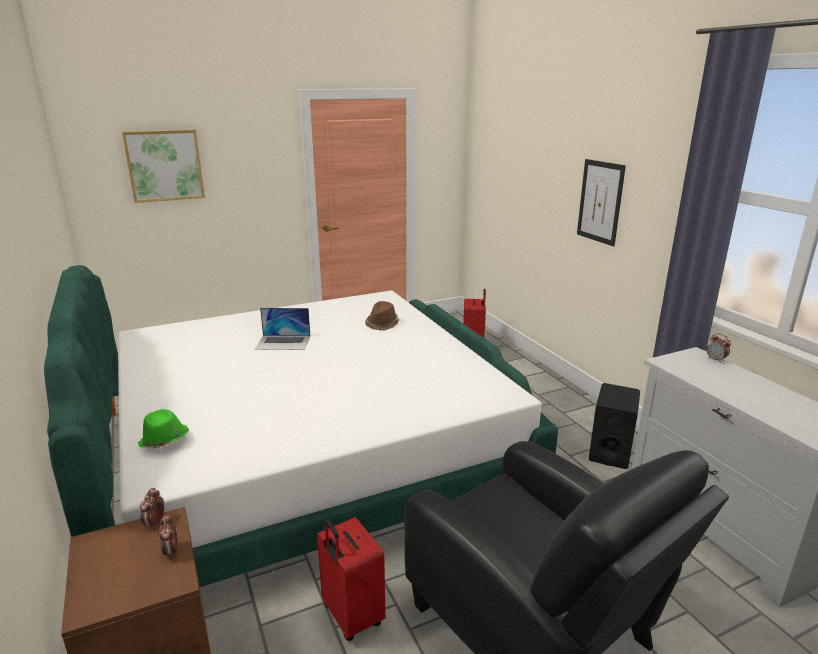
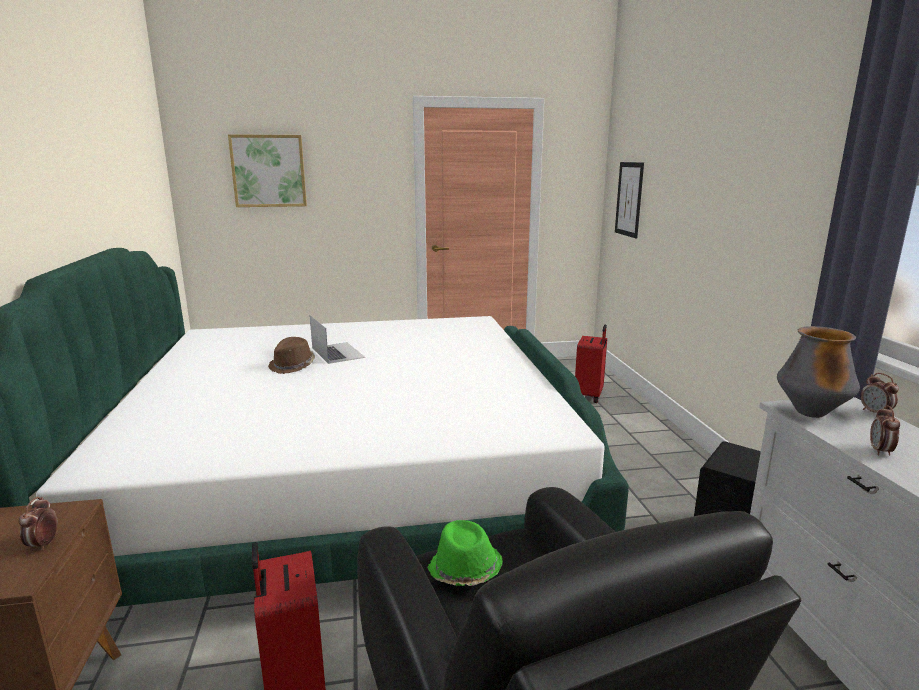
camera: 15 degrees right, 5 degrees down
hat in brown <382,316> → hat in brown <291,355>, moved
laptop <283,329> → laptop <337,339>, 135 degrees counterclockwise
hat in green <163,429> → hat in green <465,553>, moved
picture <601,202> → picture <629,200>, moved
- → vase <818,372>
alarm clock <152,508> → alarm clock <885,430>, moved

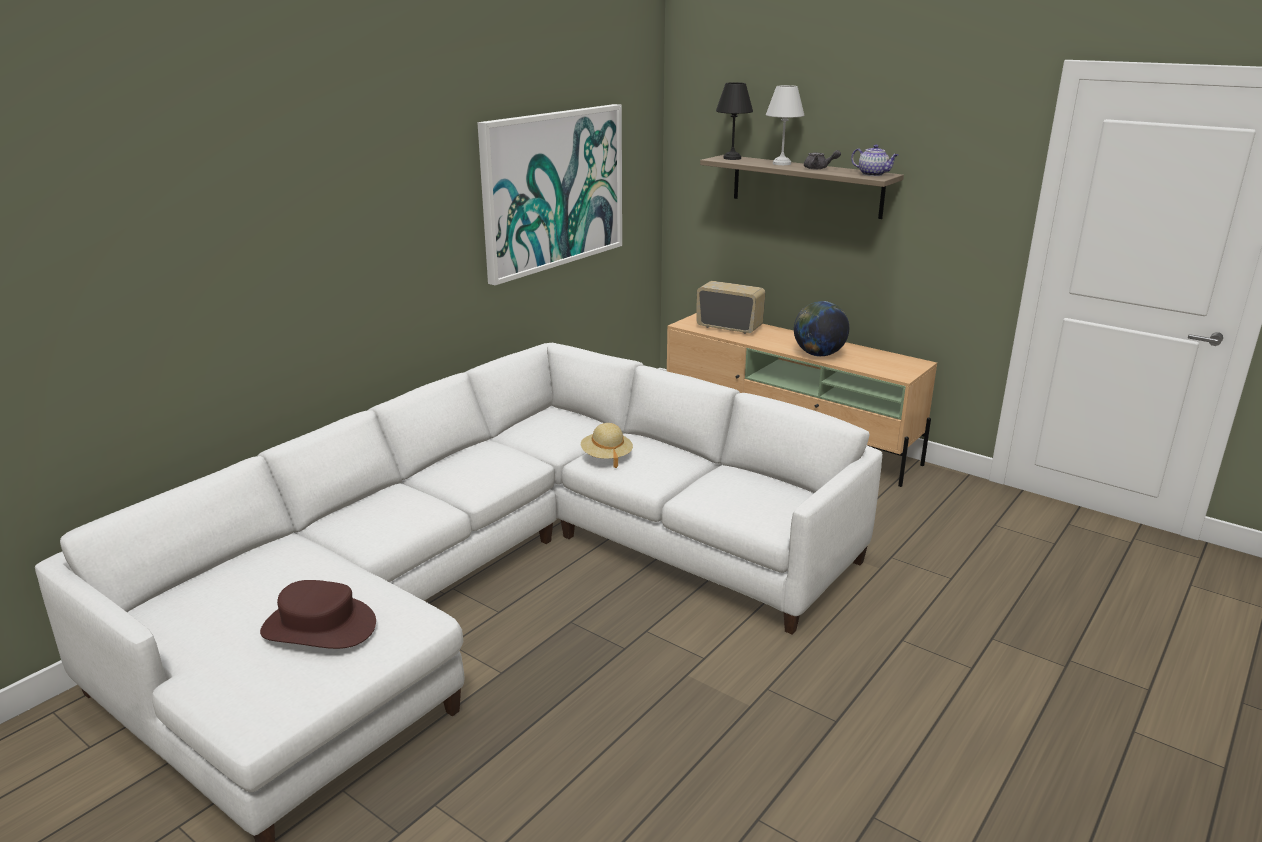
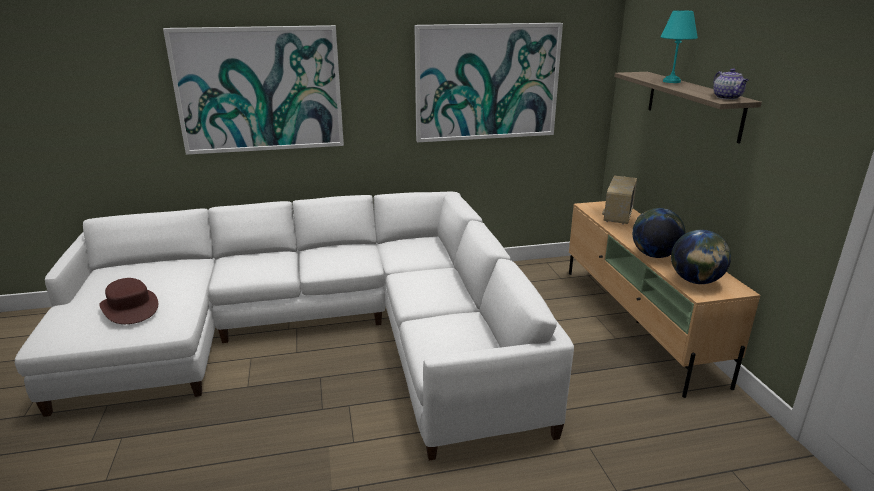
camera: 40 degrees right, 0 degrees up
- → picture <253,90>
radio <731,307> → radio <619,200>, 135 degrees counterclockwise
table lamp in white <785,125> → table lamp in turquoise <679,46>
- → globe <701,257>
hat in beige <607,445> → -
table lamp in black <734,121> → -
teapot in grey <822,159> → -

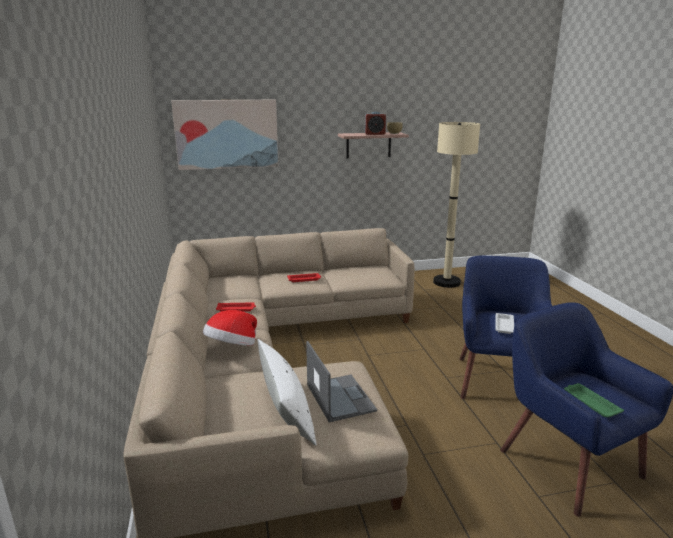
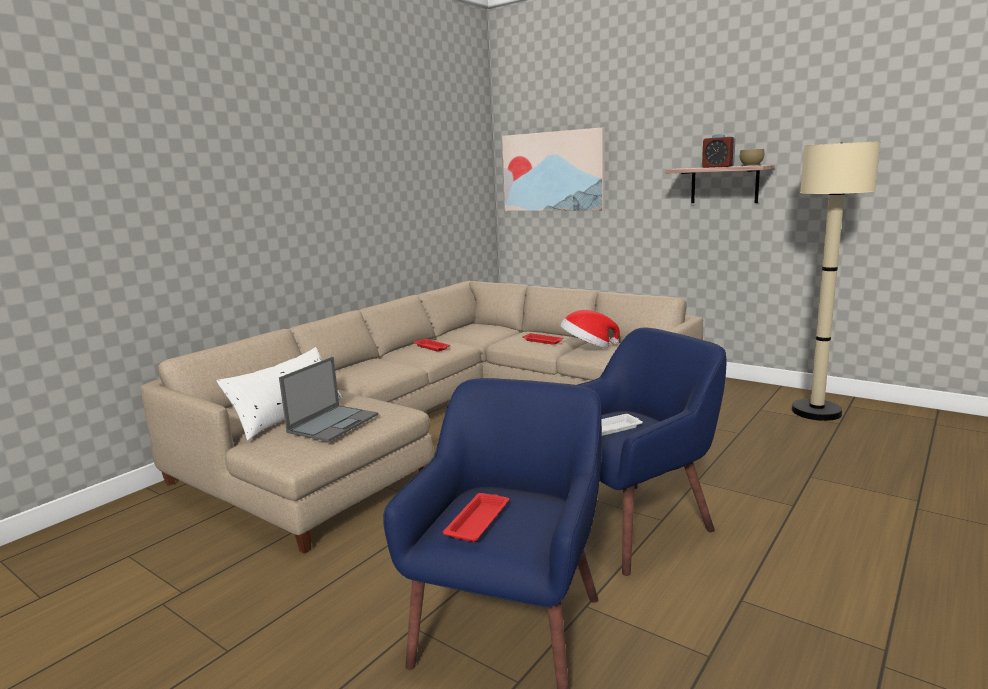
camera: 50 degrees right, 5 degrees down
tray in green <594,400> → tray in red <476,517>
hat <230,328> → hat <590,329>, moved

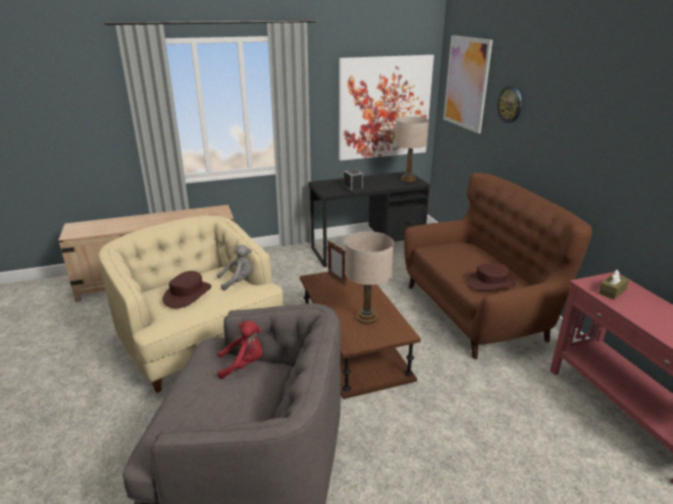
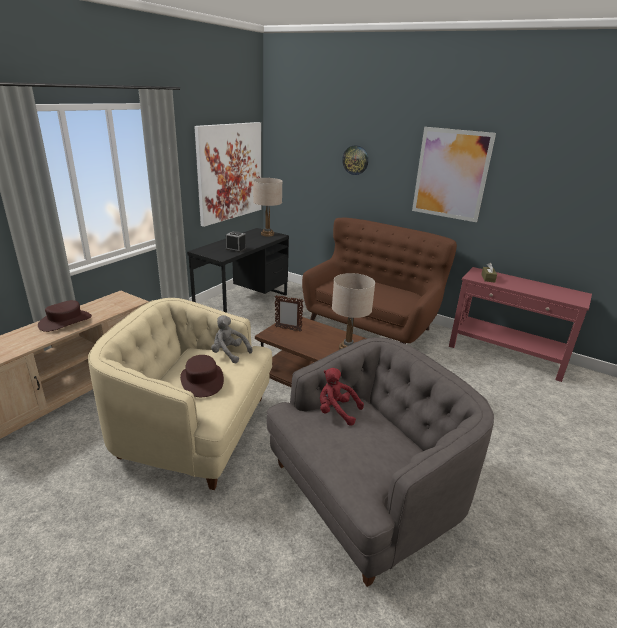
camera: 40 degrees left, 0 degrees up
hat in brown <491,277> → hat in brown <65,316>, moved
plush toy in grey <235,267> → plush toy in grey <232,339>, 90 degrees counterclockwise
plush toy in red <240,350> → plush toy in red <342,397>, 105 degrees counterclockwise
picture <468,84> → picture <454,174>, moved

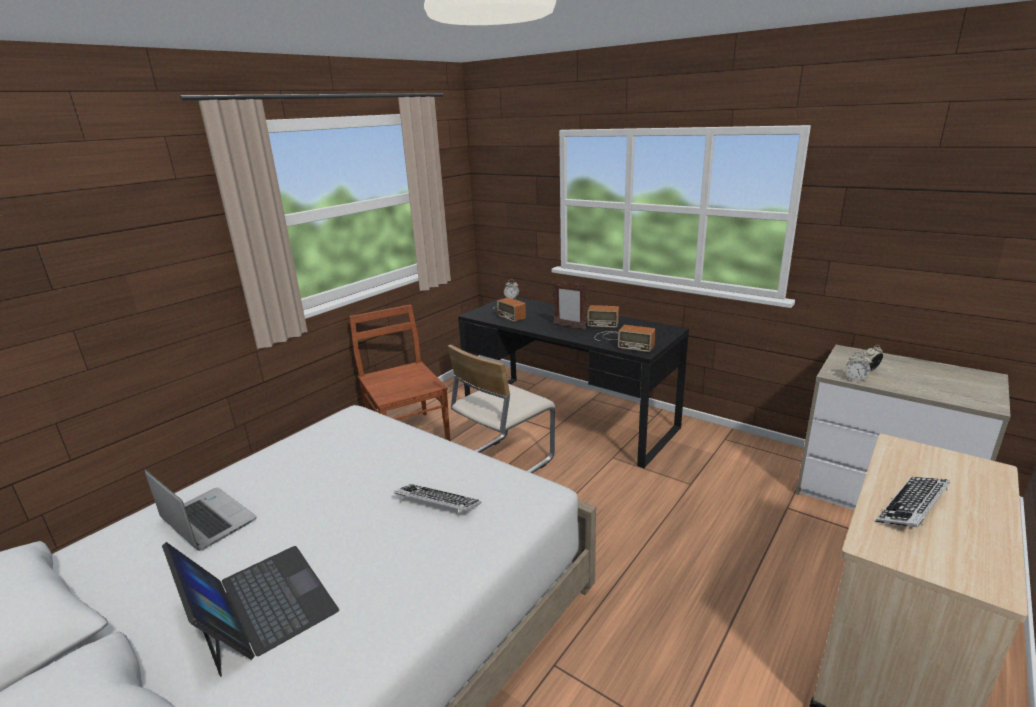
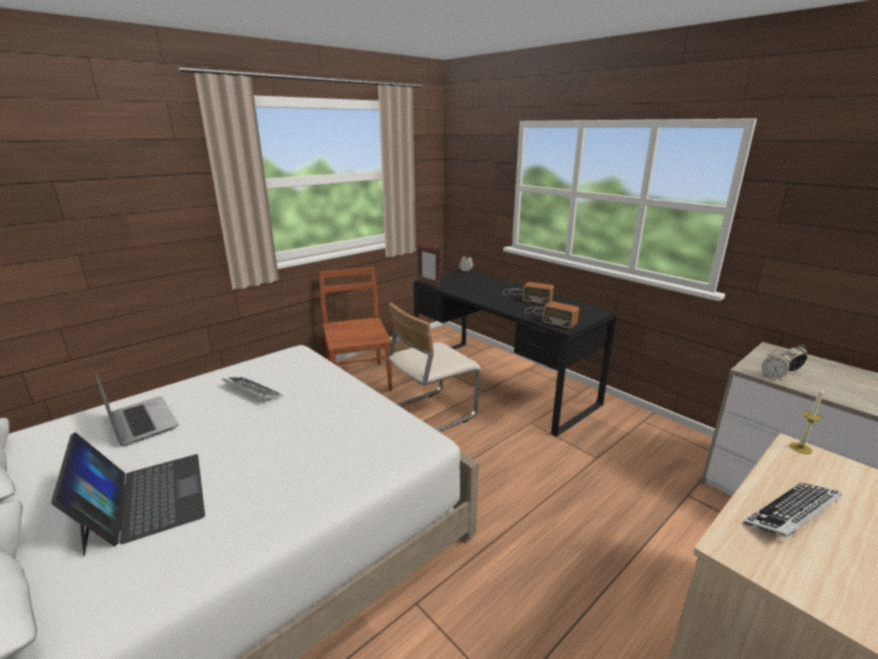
camera: 10 degrees right, 0 degrees up
keyboard <437,498> → keyboard <252,388>, moved
picture frame <569,305> → picture frame <429,265>, moved
- → candle <807,421>
radio <509,309> → -

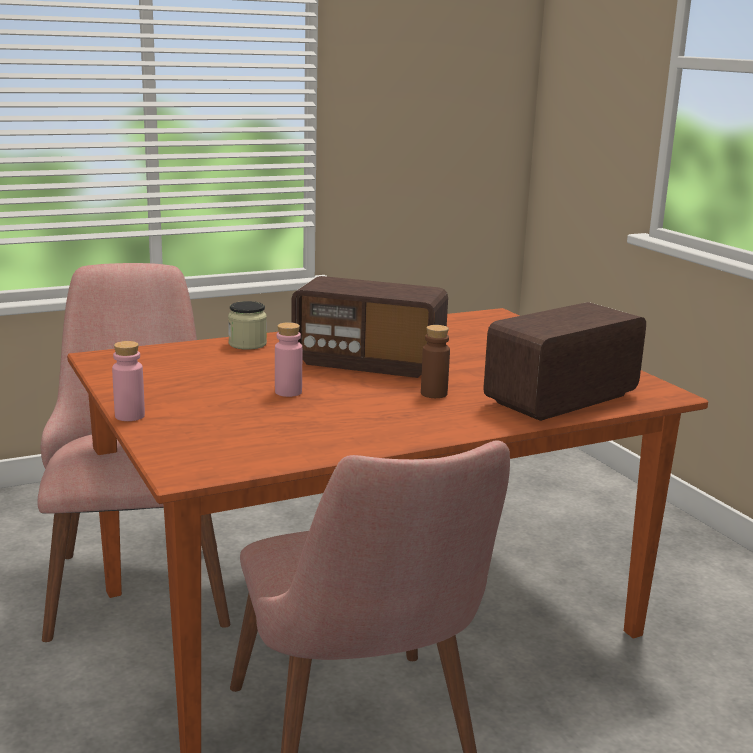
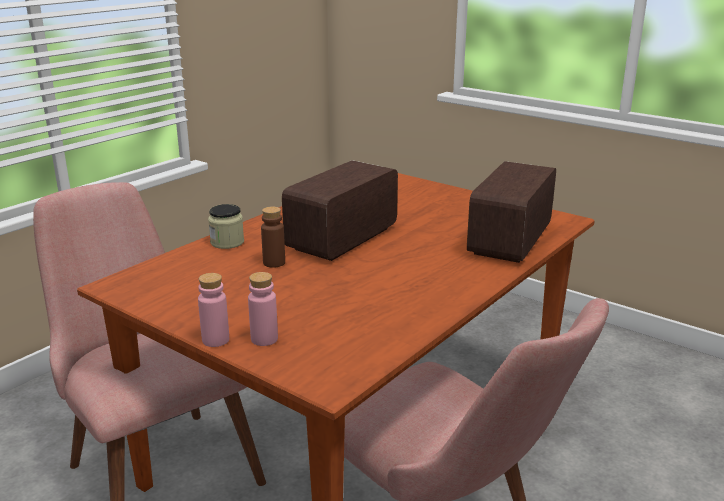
camera: 25 degrees left, 5 degrees up
bottle in pink <288,359> → bottle in pink <263,309>, moved
bottle in brown <435,361> → bottle in brown <273,237>, moved
radio <369,327> → radio <340,211>, 135 degrees clockwise

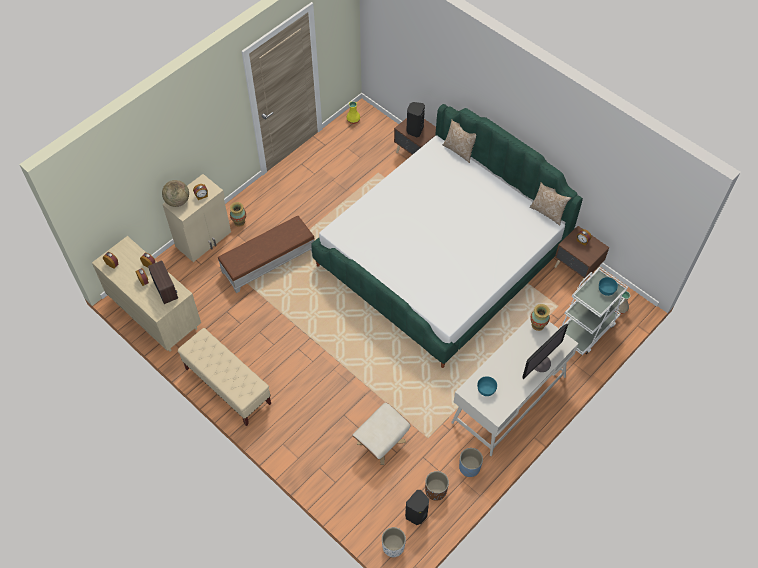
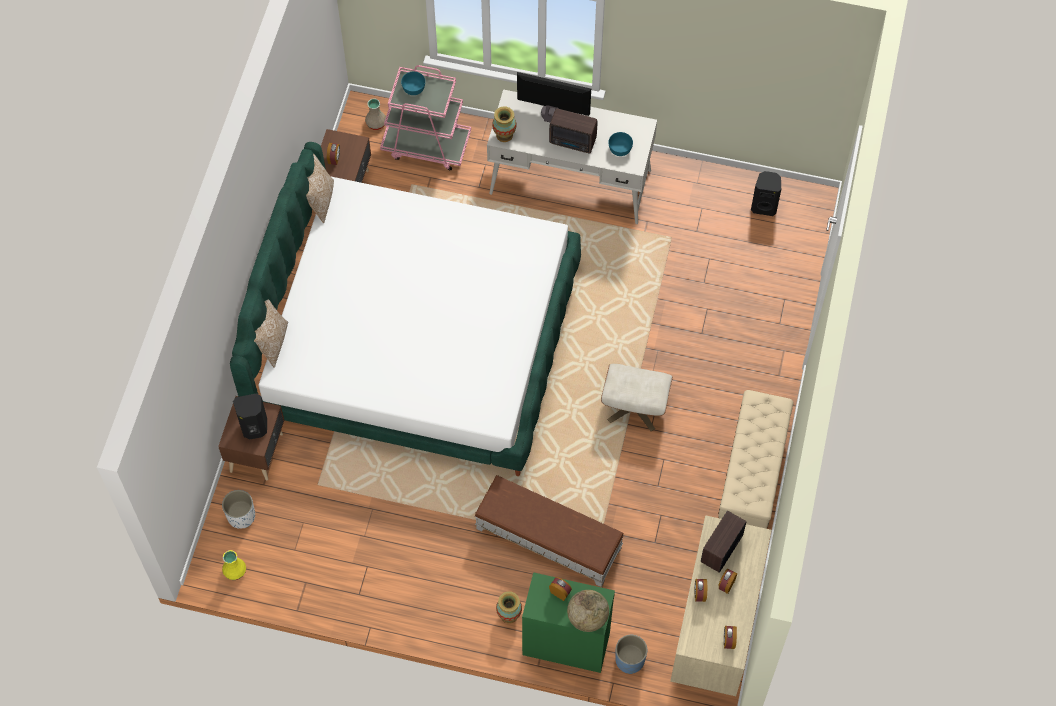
camera: 120 degrees left, 5 degrees up
planter in white <394,542> → planter in white <238,509>, moved
cart in white <593,311> → cart in pink <425,117>
cabinet in beige <196,218> → cabinet in green <568,622>
- → radio <573,131>
ottoman in beige <382,434> → ottoman in beige <637,397>, moved
planter in blue <471,462> → planter in blue <631,654>, moved
planter in brown <437,486> → -

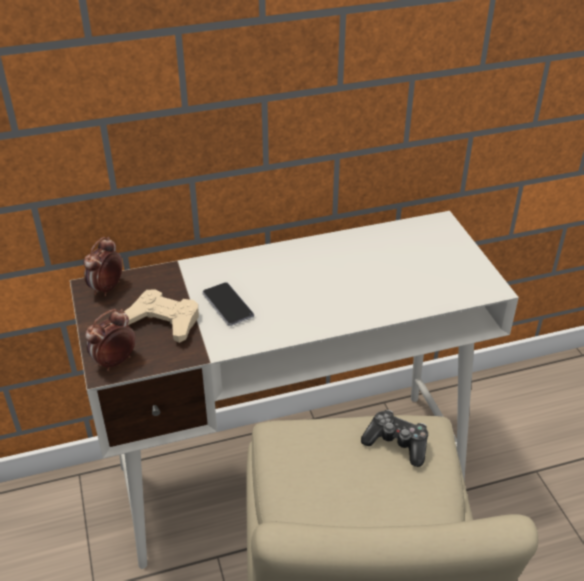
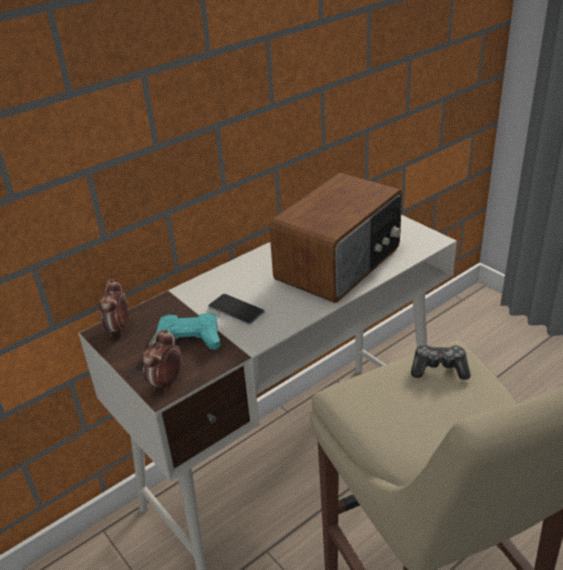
camera: 20 degrees left, 5 degrees down
game controller in beige <161,316> → game controller in turquoise <185,331>
- → radio <335,238>

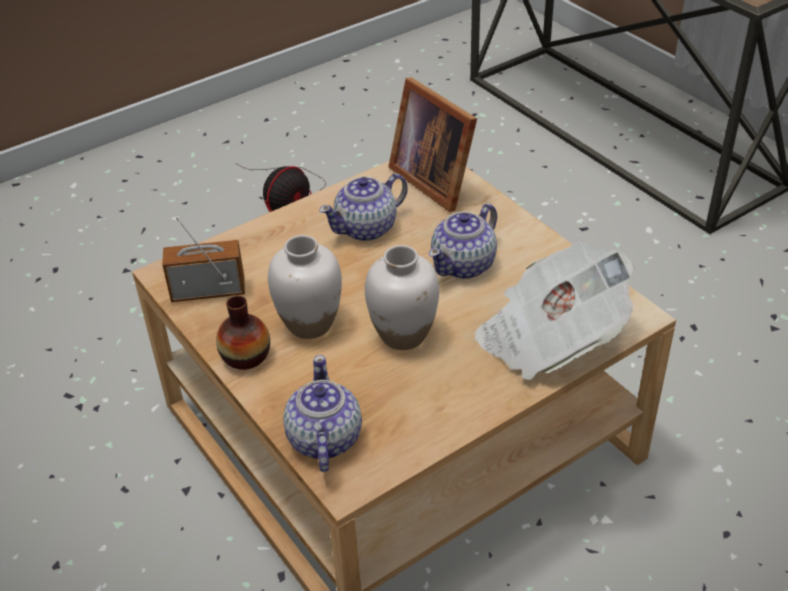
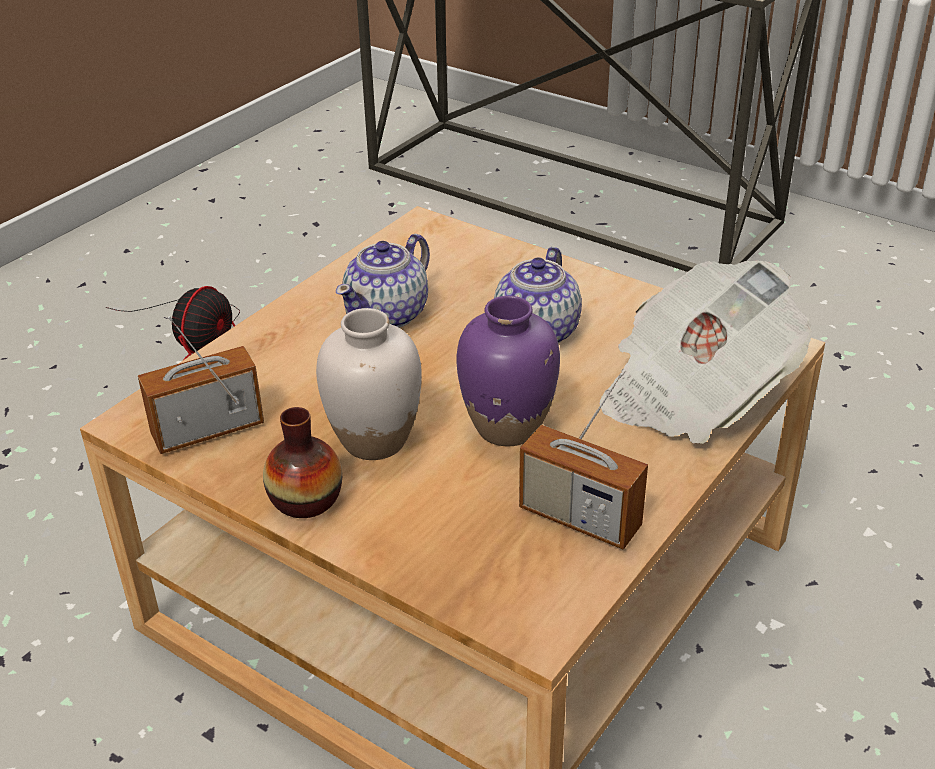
camera: 20 degrees left, 5 degrees down
vase in white <402,297> → vase in purple <508,371>
- → radio <583,461>
teapot <322,413> → -
picture frame <432,144> → -

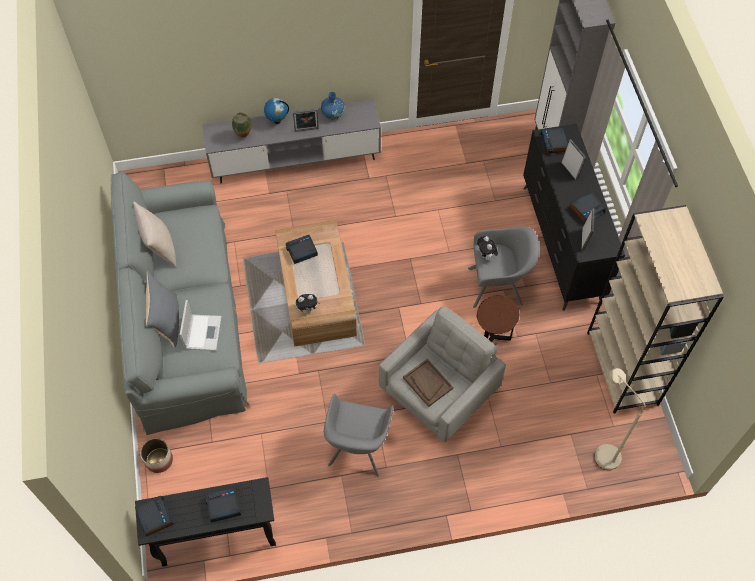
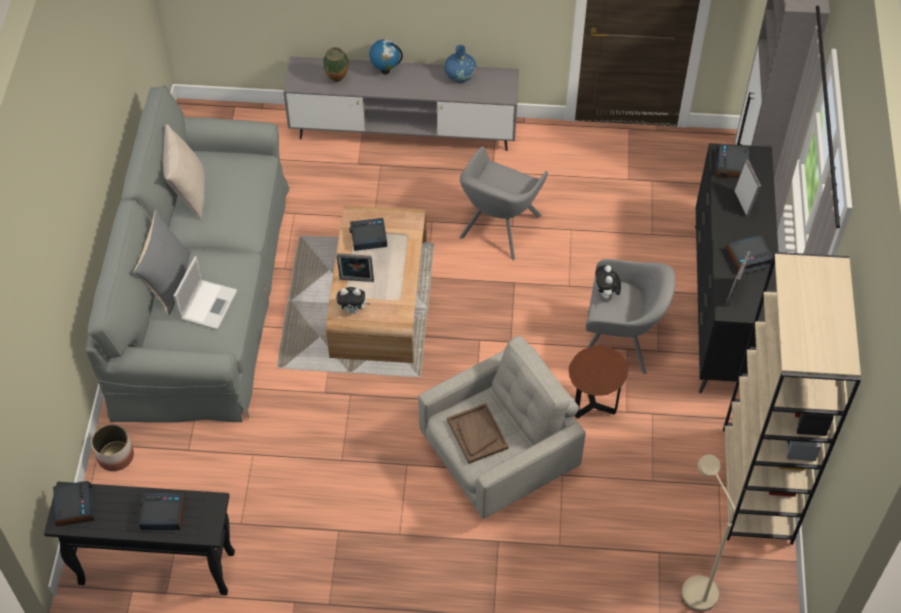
camera: 15 degrees right, 5 degrees down
picture frame <306,120> → picture frame <355,267>, moved
armchair in grey <359,435> → armchair in grey <503,203>, moved

